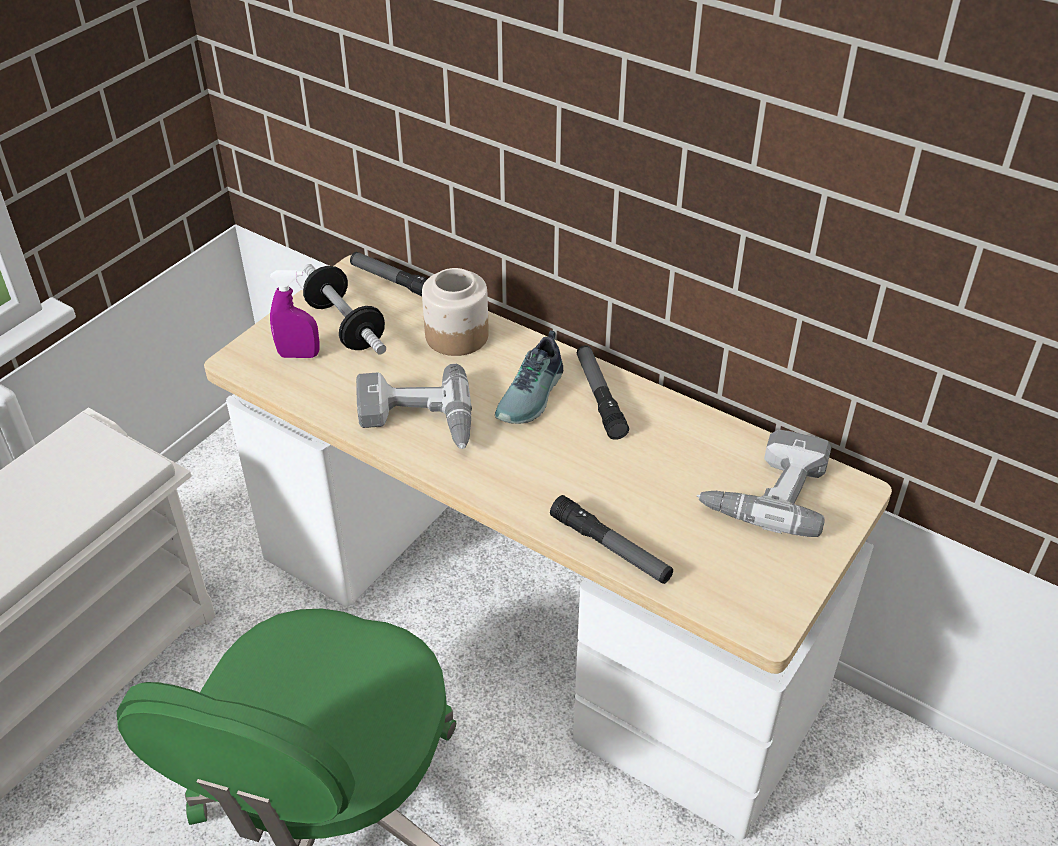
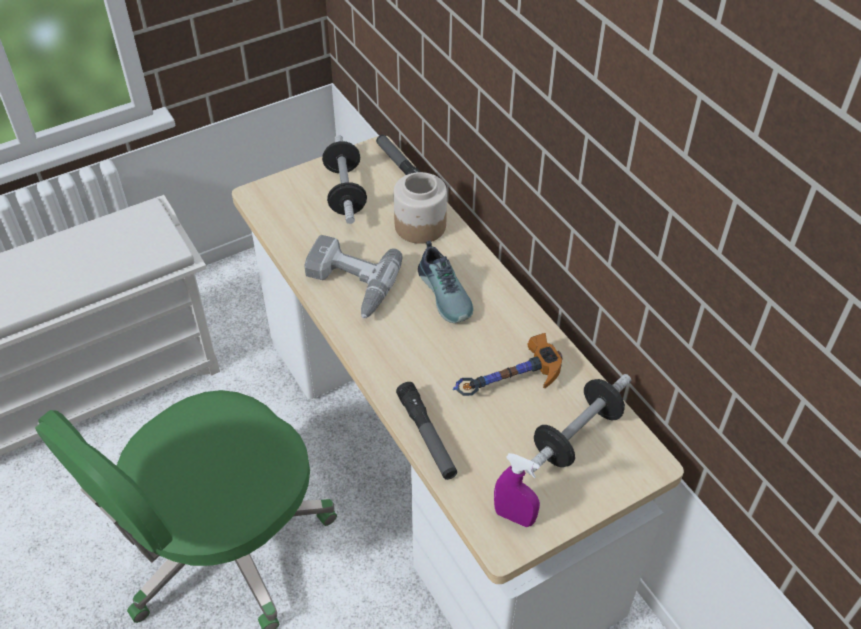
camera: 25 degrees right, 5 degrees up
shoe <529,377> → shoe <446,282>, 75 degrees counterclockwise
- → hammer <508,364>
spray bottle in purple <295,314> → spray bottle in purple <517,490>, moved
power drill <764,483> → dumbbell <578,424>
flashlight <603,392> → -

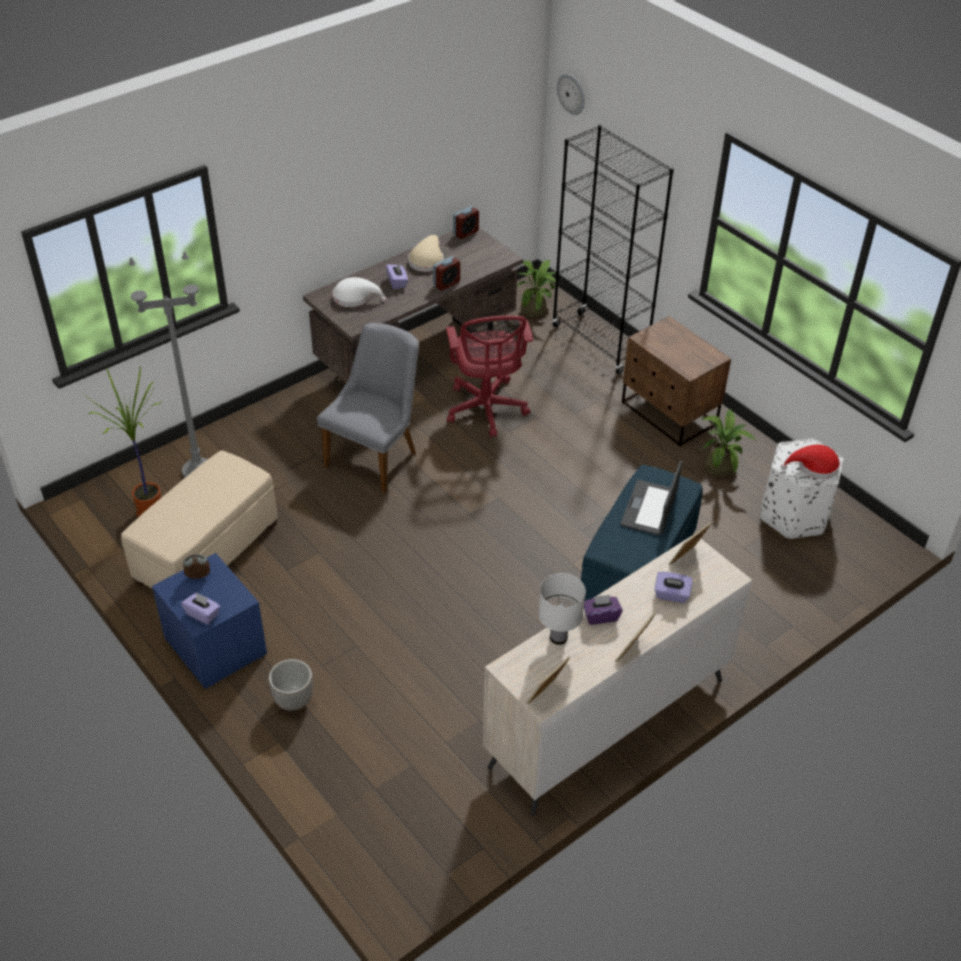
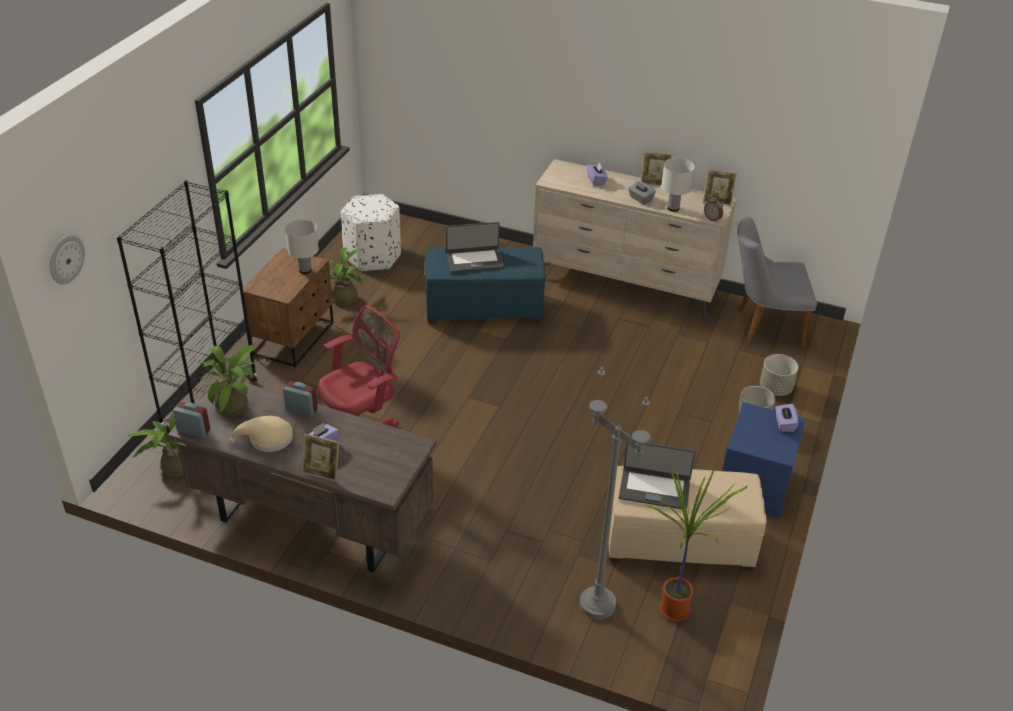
camera: 120 degrees left, 5 degrees down
- → potted plant <228,381>
- → table lamp in white <302,247>
picture frame <690,543> → picture frame <320,458>, moved
- → laptop <657,476>
tissue box in purple <603,610> → tissue box in grey <642,192>
alarm clock <196,567> → alarm clock <713,208>, moved
chair in grey <368,408> → chair in grey <777,282>, moved
- → planter in grey <779,375>
hat in white <359,292> → -
hat in red <810,462> → -

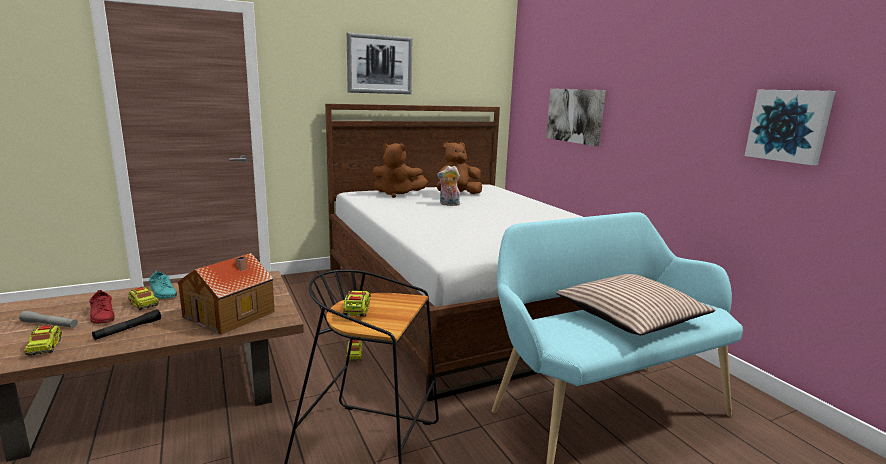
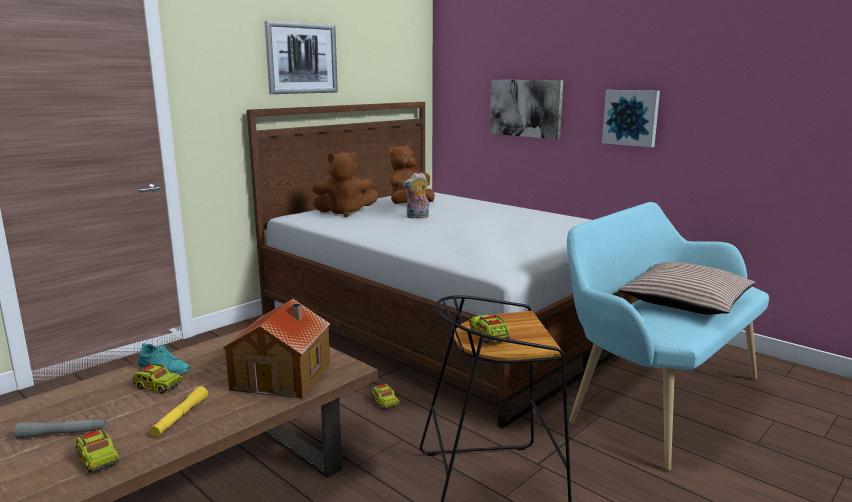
camera: 20 degrees left, 0 degrees up
flashlight in black <126,324> → flashlight in yellow <179,411>
picture <790,127> → picture <631,118>, moved
shoe in red <102,307> → -

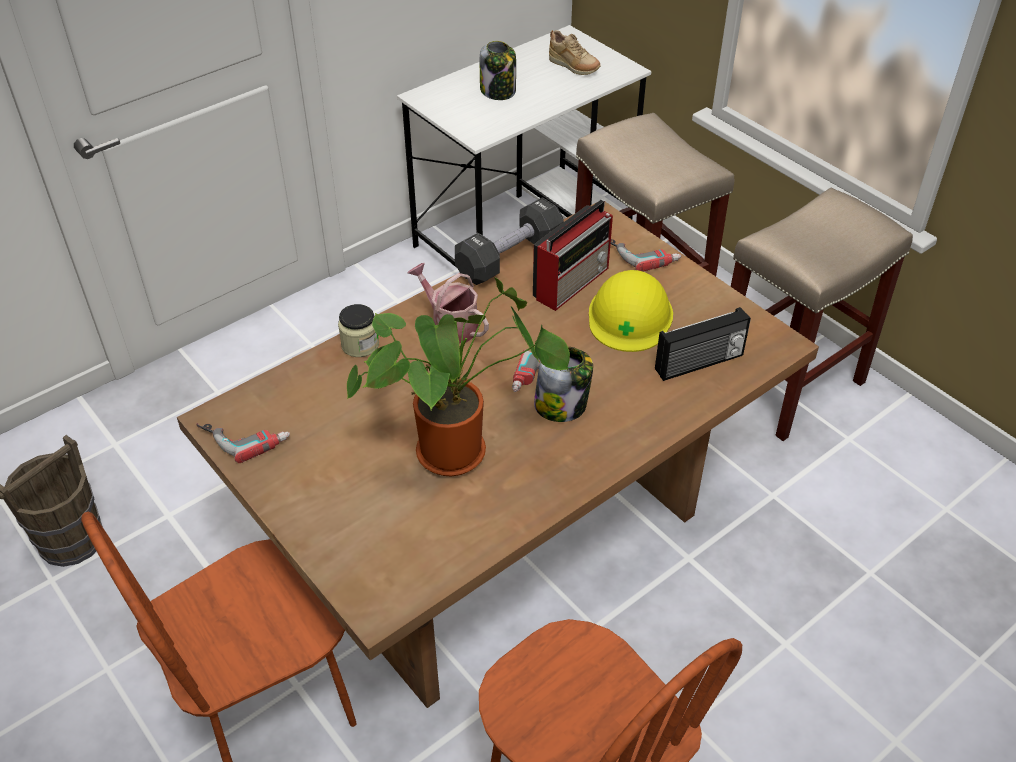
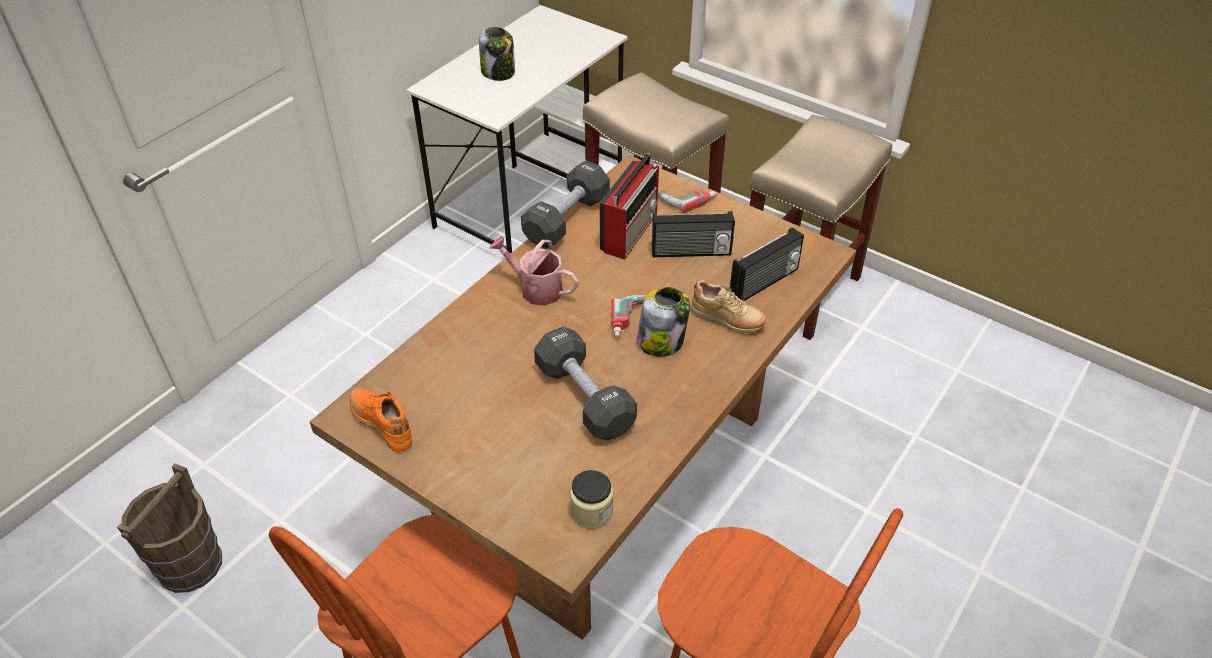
camera: 15 degrees left, 0 degrees up
power drill <243,443> → shoe in orange <380,420>
potted plant <458,377> → dumbbell in black <585,383>
jar <358,330> → jar <591,499>, moved
hard hat in yellow <631,311> → radio <693,234>
shoe in beige <575,52> → shoe in beige <729,306>, moved

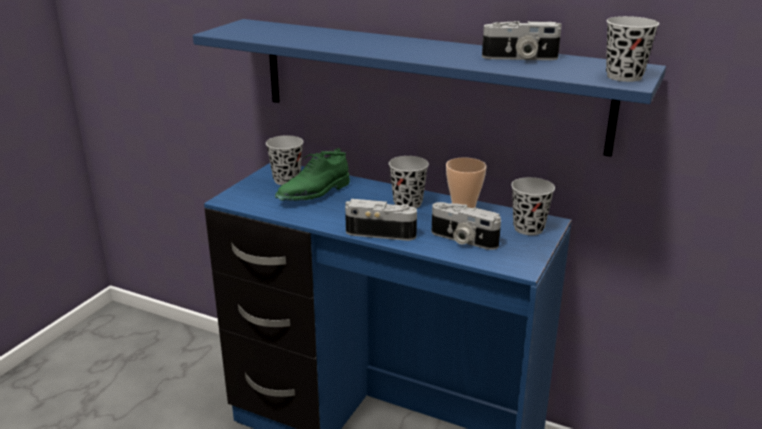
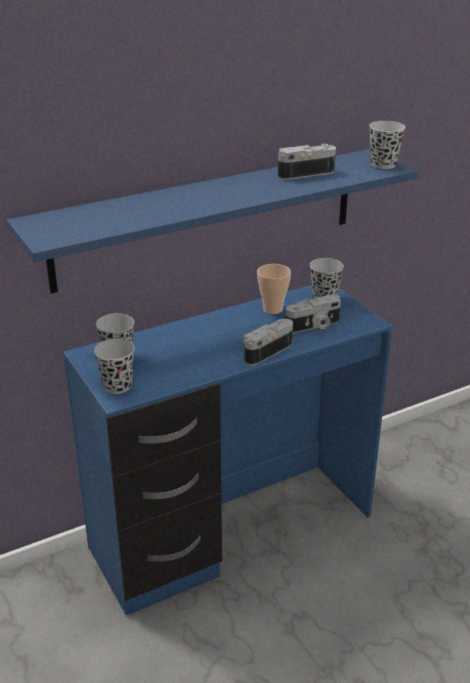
camera: 55 degrees left, 5 degrees up
cup in black <409,182> → cup in black <114,366>, moved
photo camera <522,40> → photo camera <307,162>, 150 degrees counterclockwise
shoe in green <312,174> → -

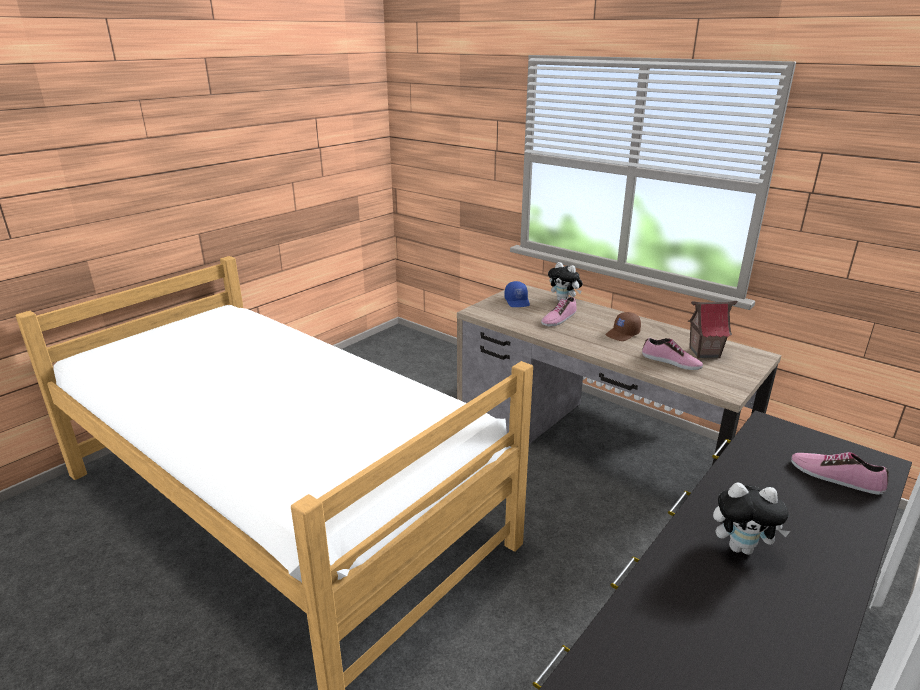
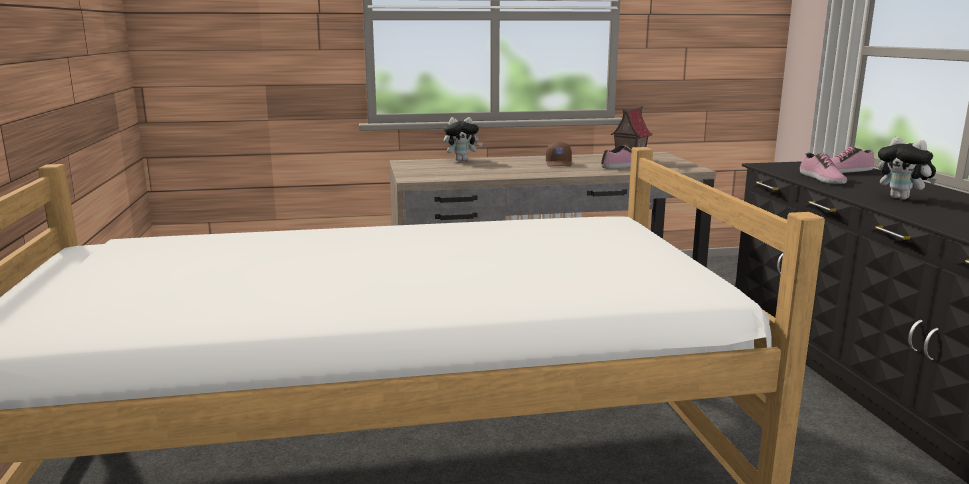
camera: 50 degrees left, 10 degrees down
shoe <559,312> → shoe <823,168>, moved
plush toy <752,518> → plush toy <907,168>, 90 degrees clockwise
cap in blue <517,294> → -

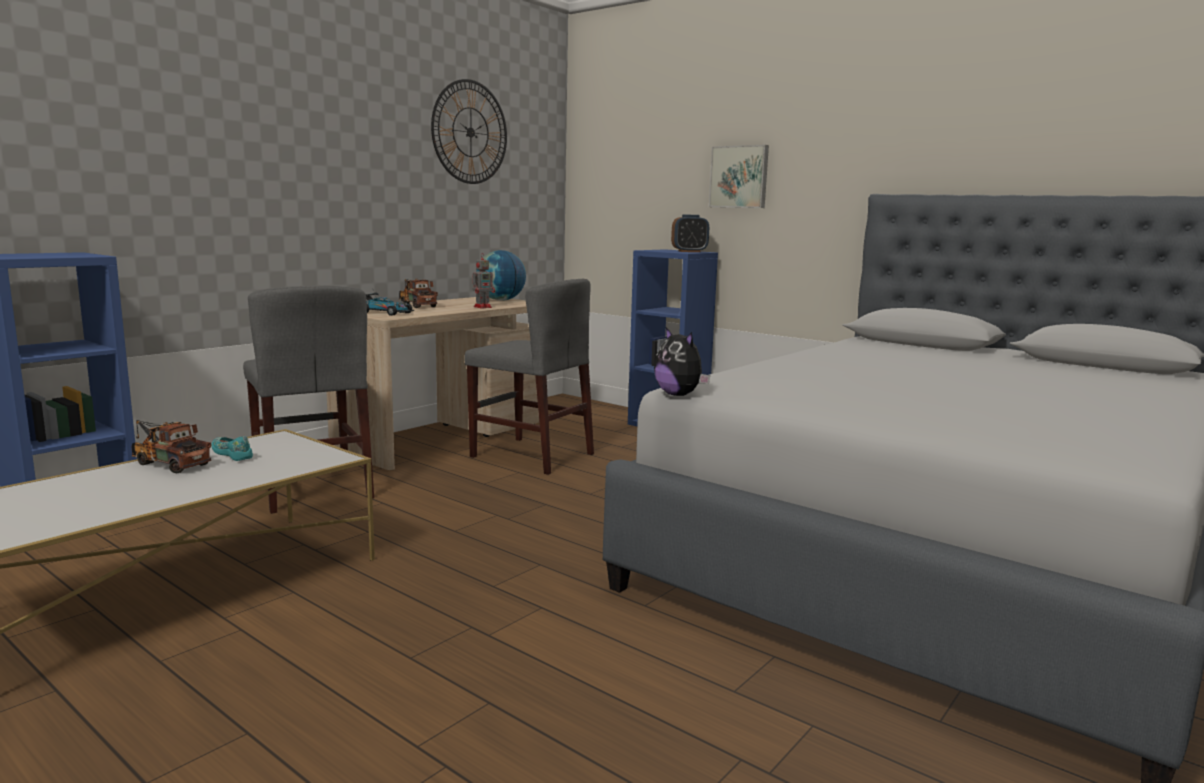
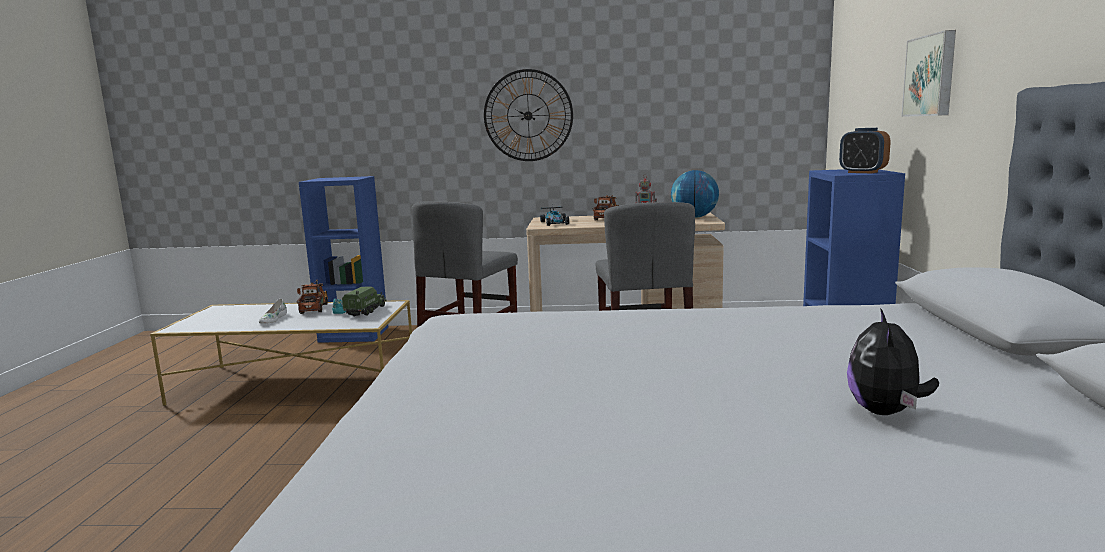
camera: 55 degrees right, 0 degrees up
- → shoe in white <273,311>
- → toy truck <364,301>
wall clock <469,131> → wall clock <528,115>, moved
plush toy <682,362> → plush toy <893,361>, moved

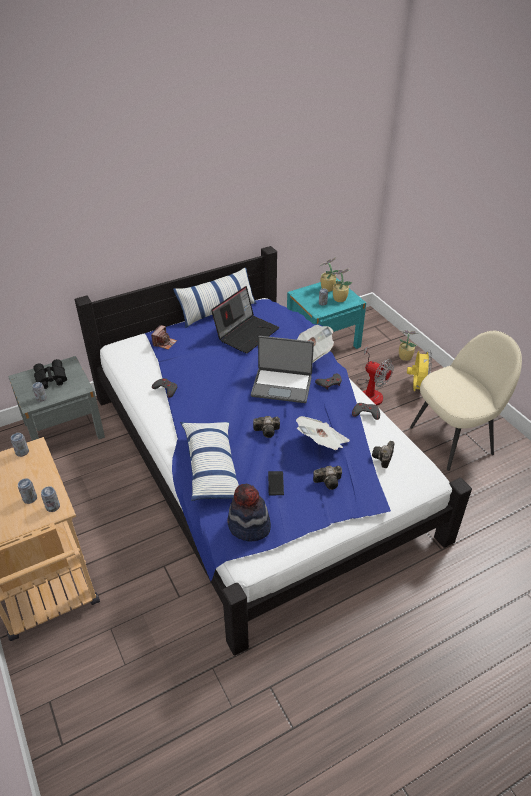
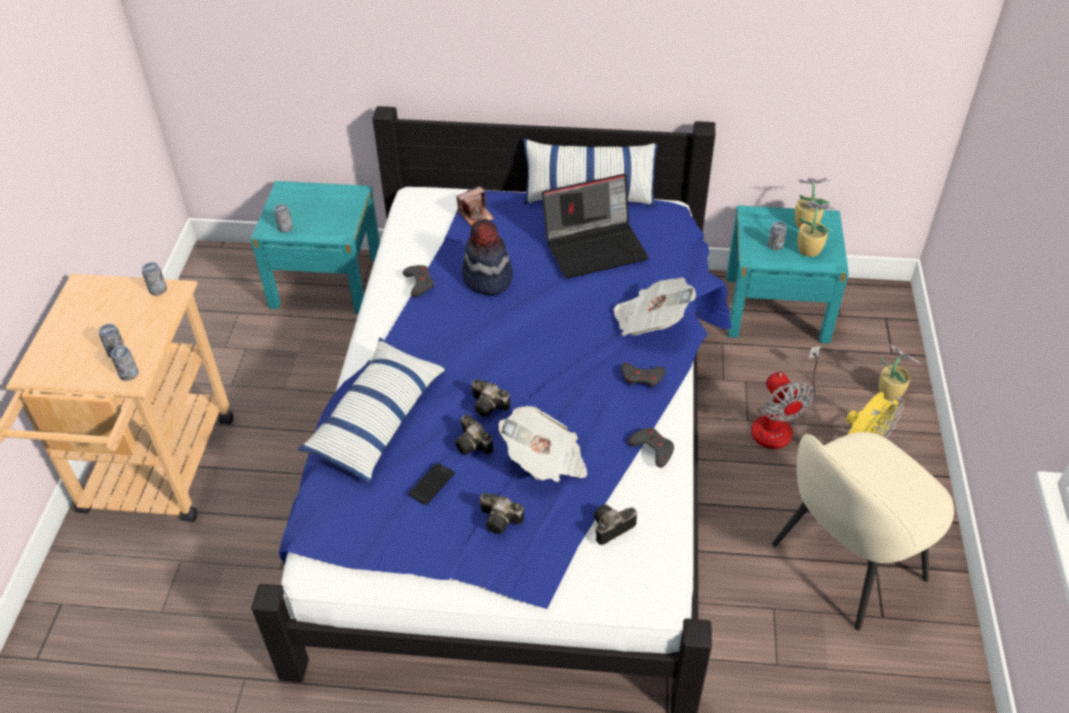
camera: 35 degrees right, 5 degrees up
nightstand in grey <56,398> → nightstand in turquoise <315,247>
- → photo camera <474,434>
hat <249,513> → hat <487,257>, moved
chair in beige <466,401> → chair in beige <863,531>, 135 degrees clockwise
binoculars in black <50,374> → -
laptop <282,369> → -

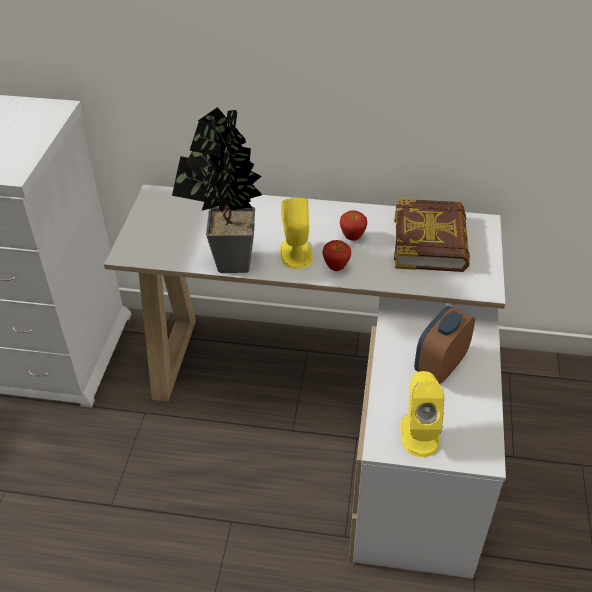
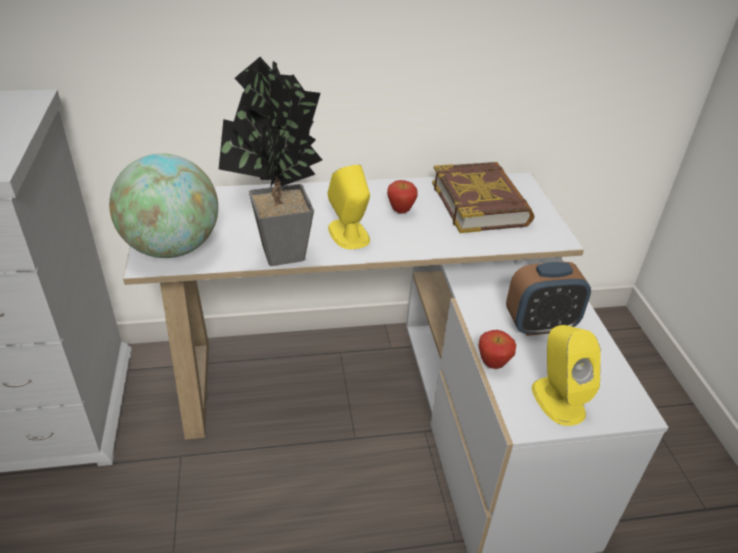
camera: 20 degrees left, 5 degrees down
- → globe <163,205>
apple <336,255> → apple <497,349>, moved
alarm clock <444,345> → alarm clock <548,299>, 120 degrees counterclockwise

